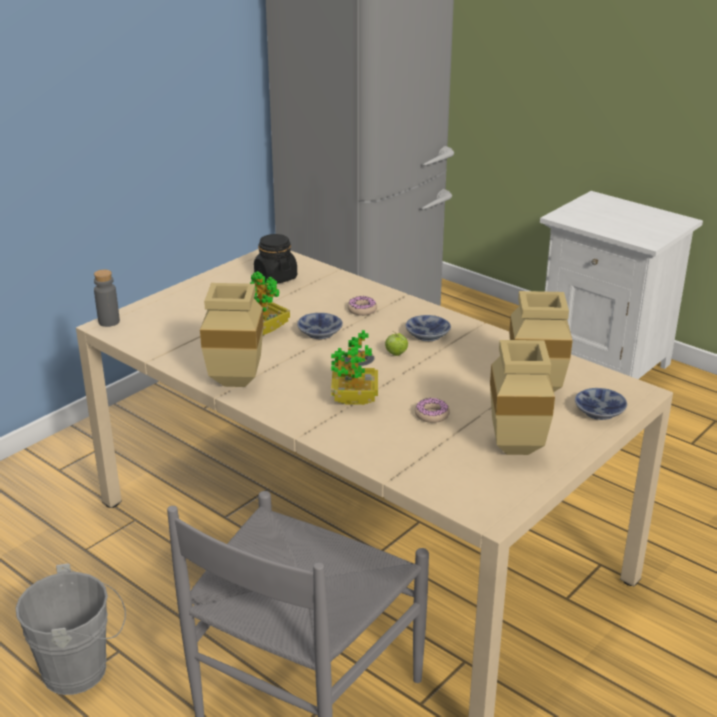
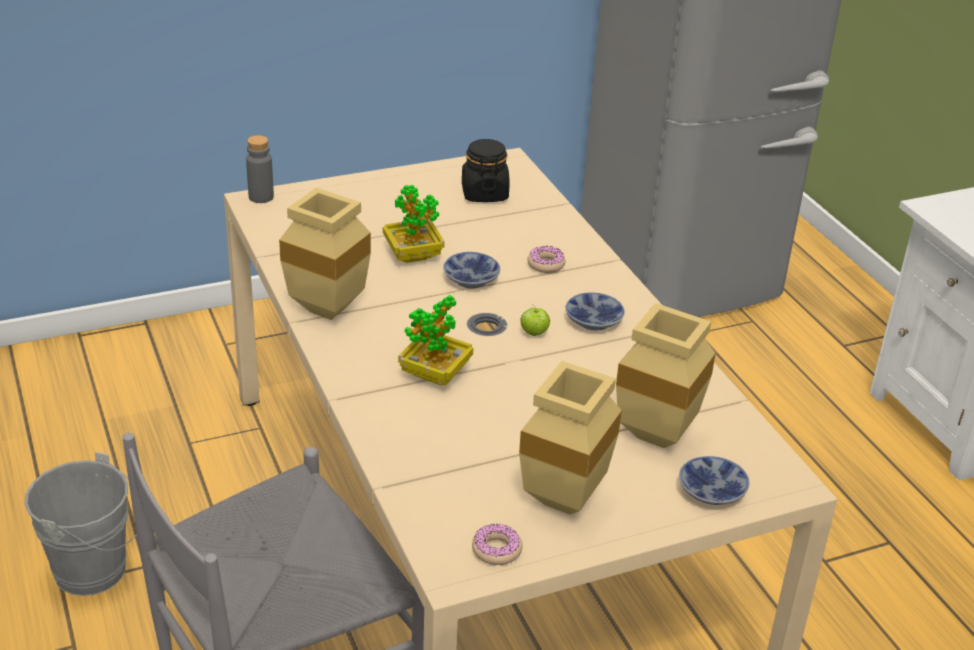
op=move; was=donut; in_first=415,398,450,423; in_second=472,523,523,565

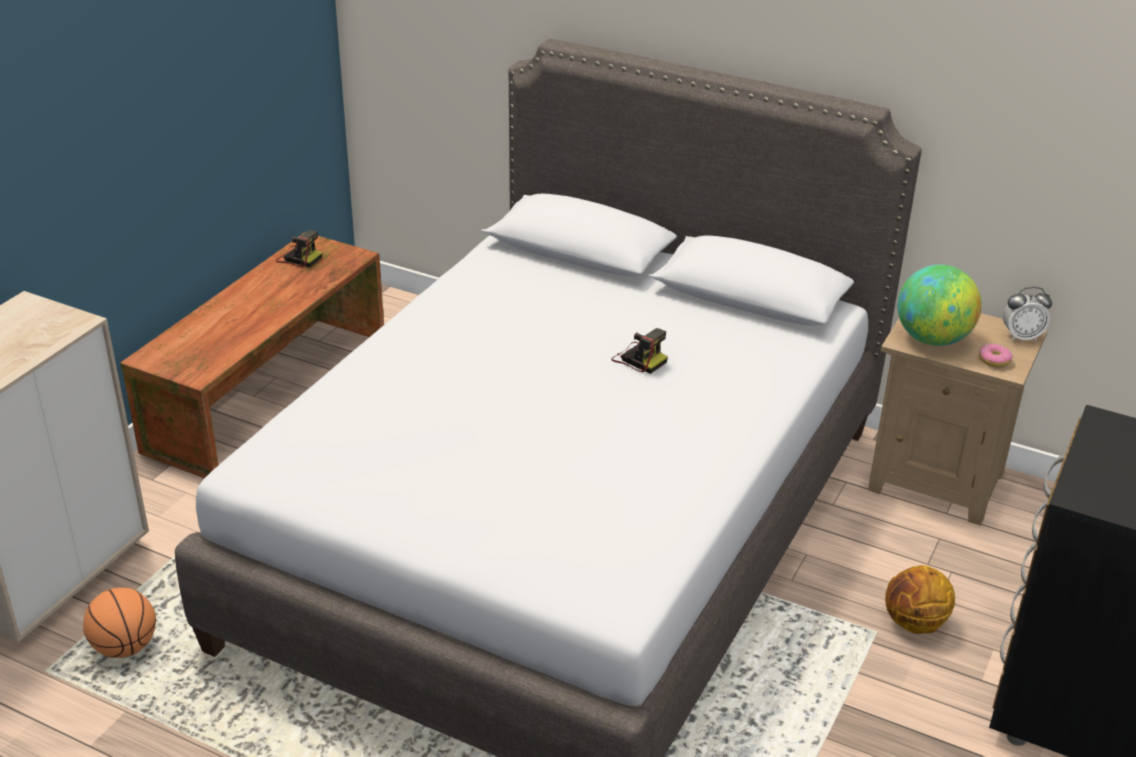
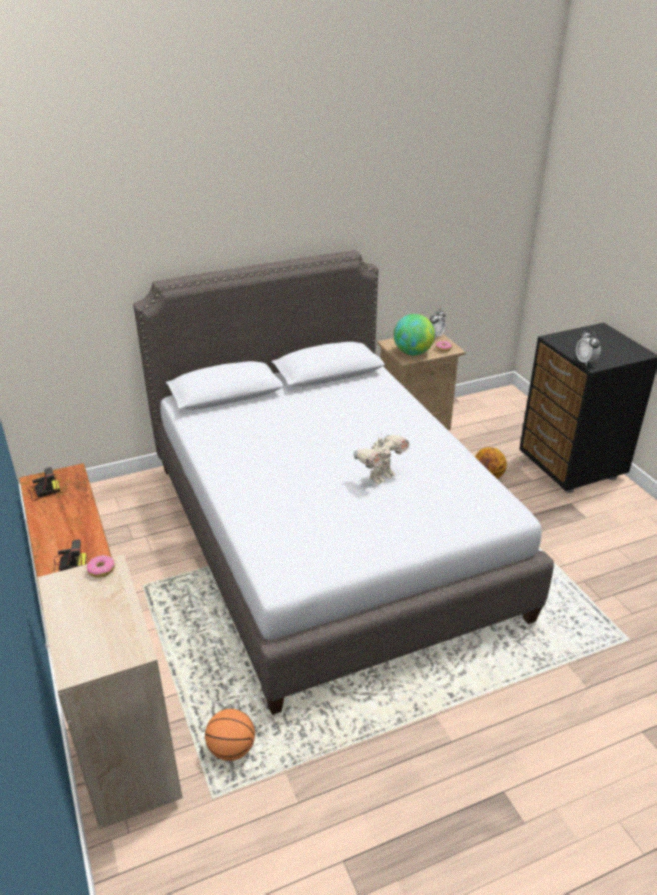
op=move; was=photo camera; in_first=611,328,668,374; in_second=54,539,87,571
op=insert; now=donut; in_second=87,555,115,578
op=insert; now=toy robot; in_second=354,433,409,484
op=insert; now=alarm clock; in_second=576,330,601,366

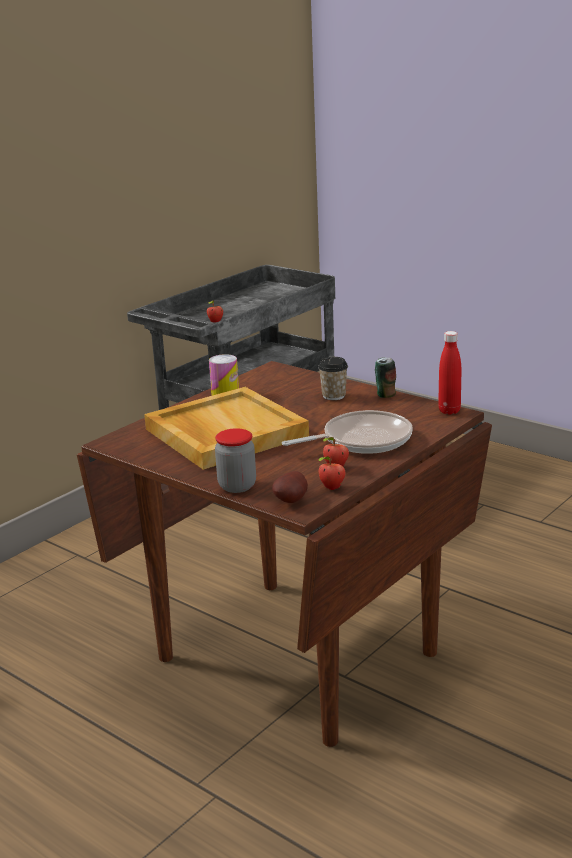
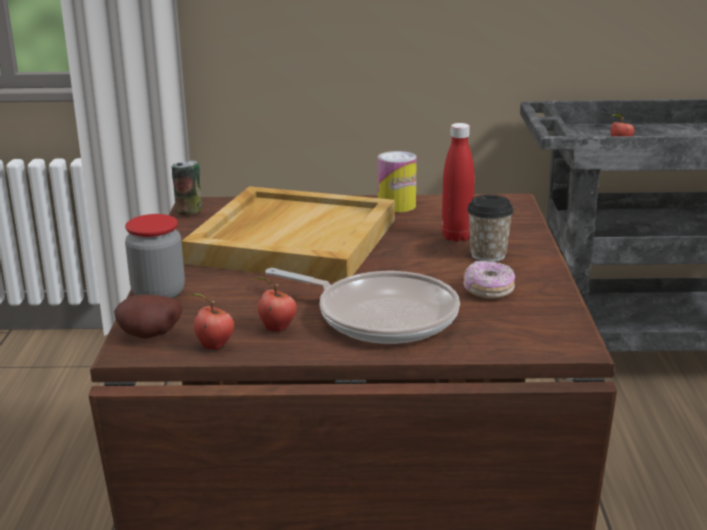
op=move; was=can; in_first=375,357,396,398; in_second=172,161,202,215
op=move; was=red bottle; in_first=438,331,461,415; in_second=442,123,474,242
op=insert; now=donut; in_second=464,260,515,299

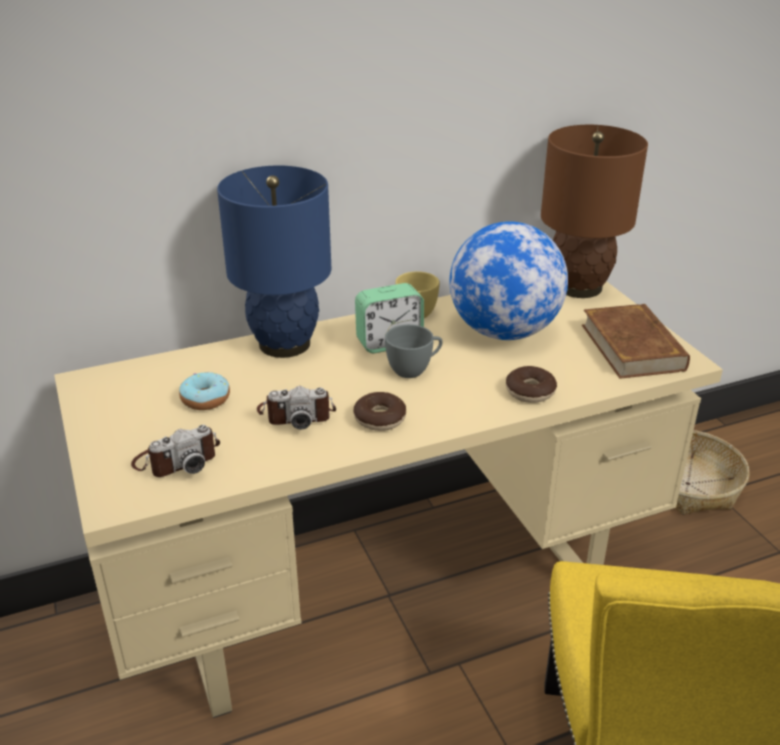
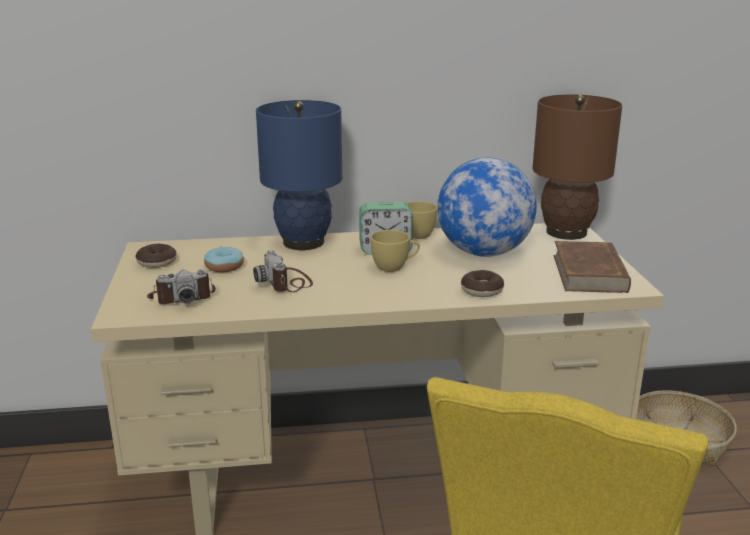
op=rotate; was=photo camera; in_first=257,386,336,430; in_second=253,250,313,292; clockwise=60
op=move; was=donut; in_first=354,392,406,431; in_second=135,244,177,268
op=recolor; was=grey cup; now=yellow cup; in_first=385,324,442,378; in_second=370,230,420,272

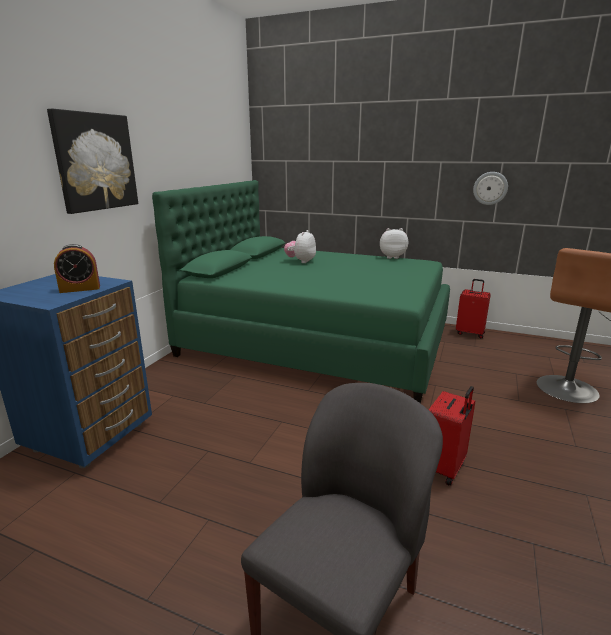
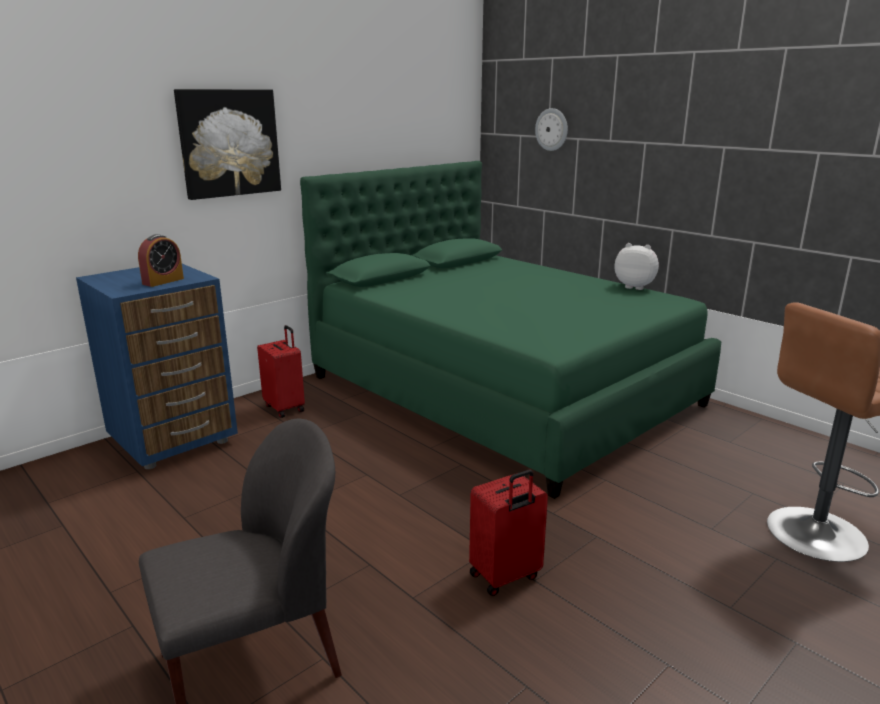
op=rotate; was=alarm clock; in_first=54,244,100,293; in_second=138,234,184,287; clockwise=-60
op=delete; was=plush toy; in_first=284,230,316,263
op=move; was=red suitcase; in_first=456,279,491,338; in_second=257,325,305,418
op=move; was=wall clock; in_first=473,172,508,205; in_second=535,108,568,151

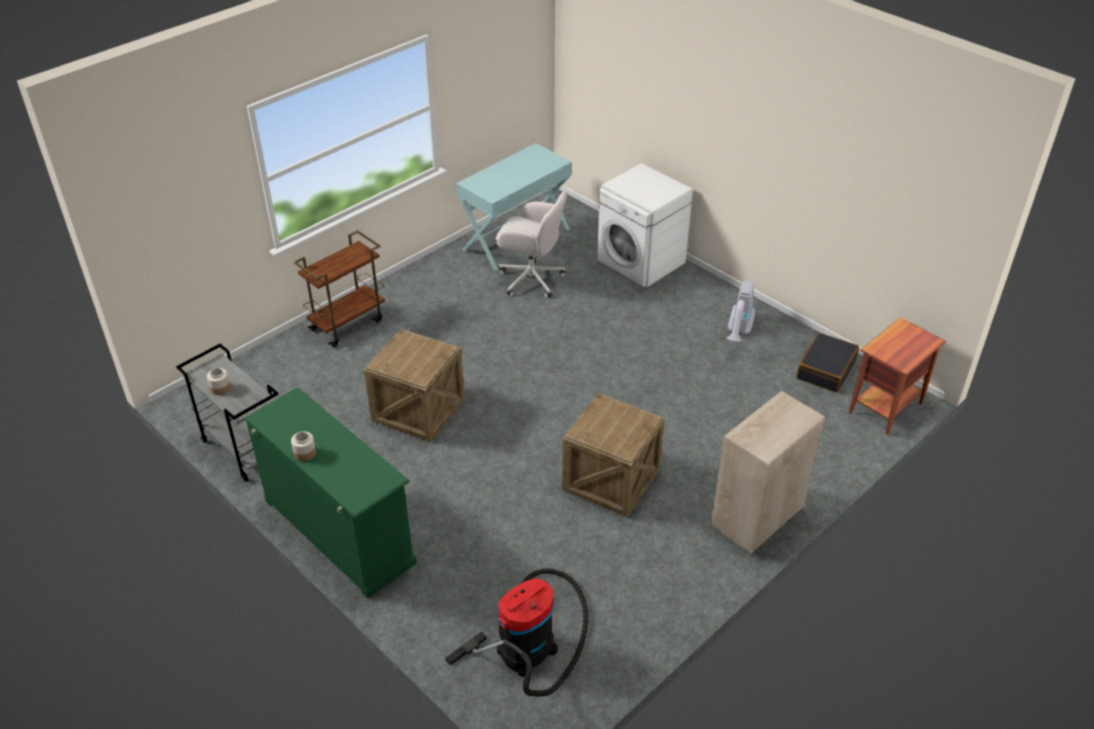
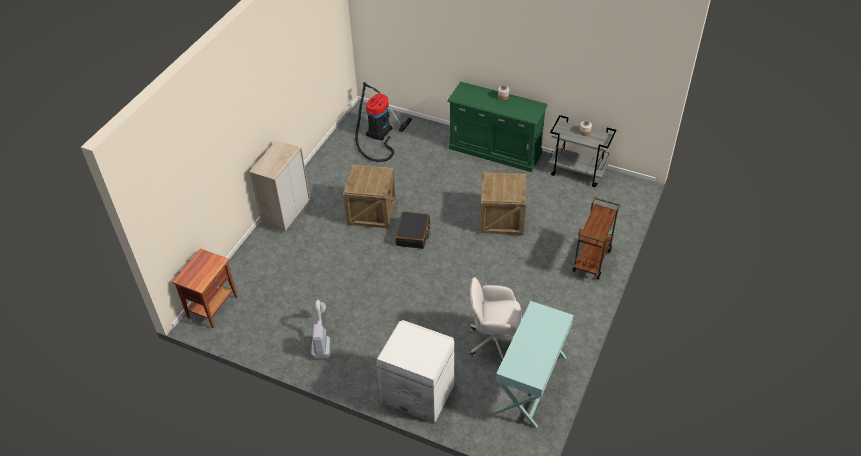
op=move; was=black suitcase; in_first=796,333,859,393; in_second=395,211,430,249

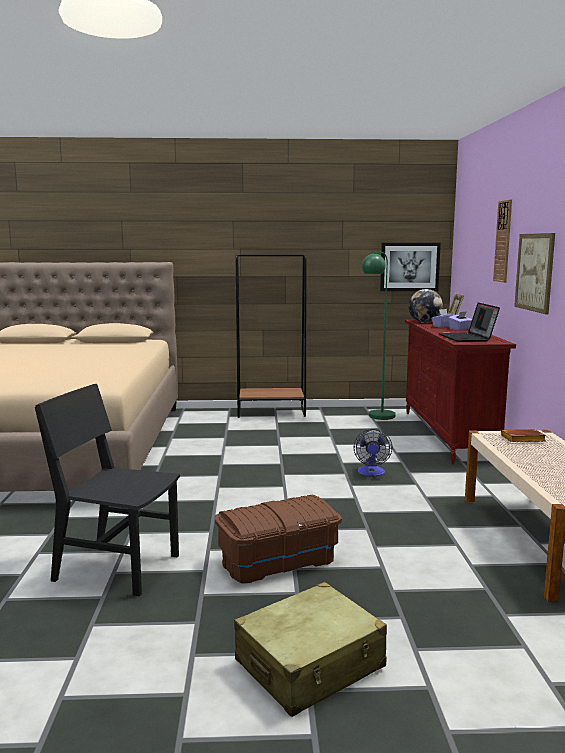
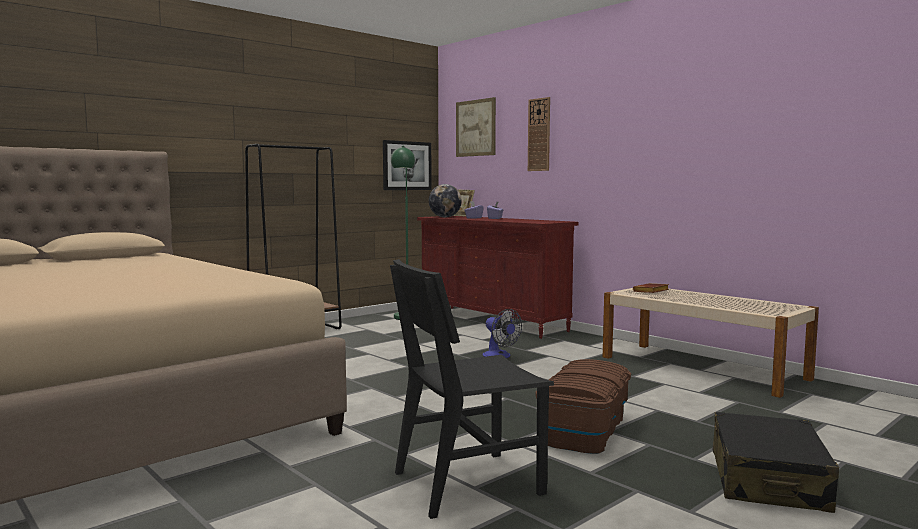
op=recolor; was=beige suitcase; now=black suitcase; in_first=234,582,387,717; in_second=713,412,839,513
op=delete; was=laptop; in_first=439,303,500,342
op=move; was=picture; in_first=514,233,555,314; in_second=456,97,496,157

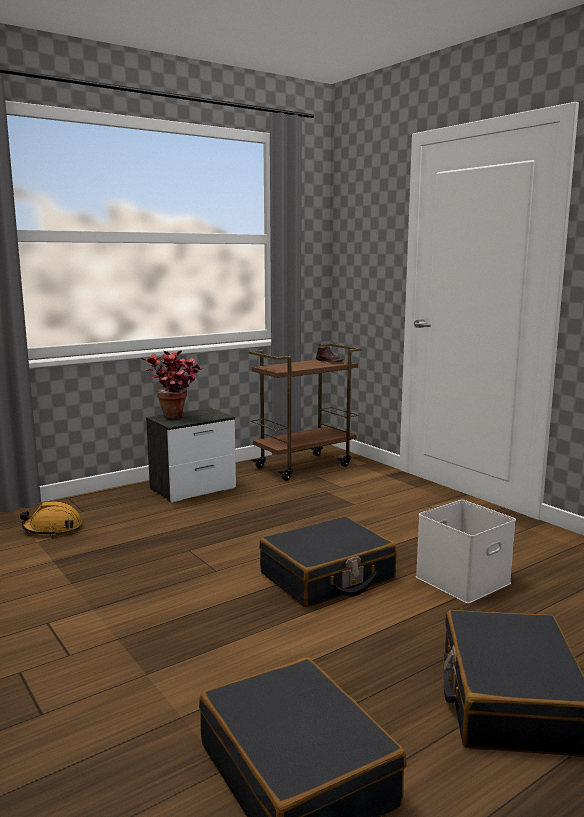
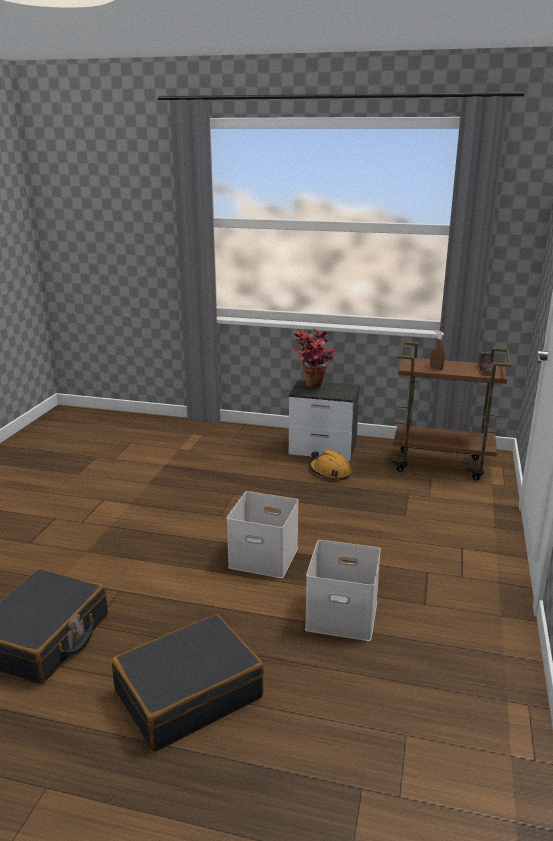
op=move; was=orange hard hat; in_first=20,501,82,536; in_second=310,450,352,480
op=replace; was=black suitcase; now=white storage box; in_first=259,517,397,607; in_second=227,491,299,578
op=insert; now=brown spray bottle; in_second=430,330,445,370

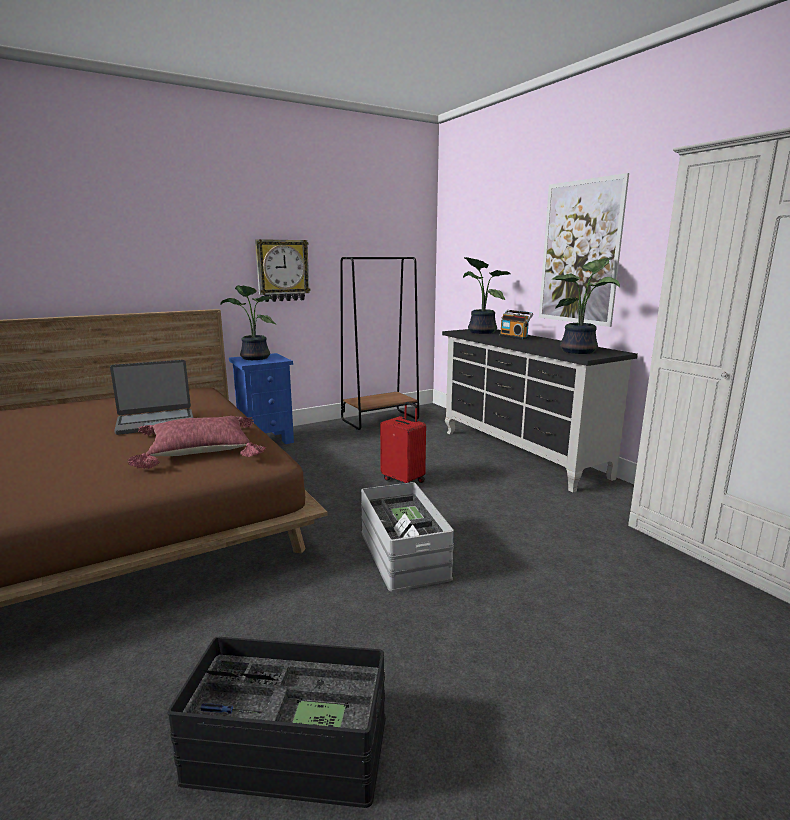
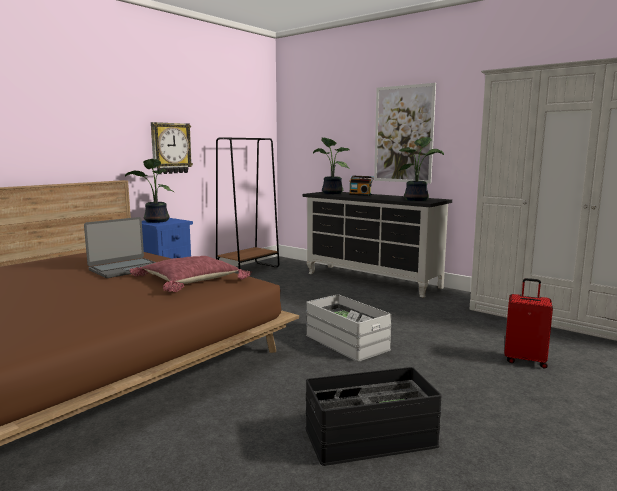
op=move; was=red suitcase; in_first=380,402,426,483; in_second=504,278,553,369

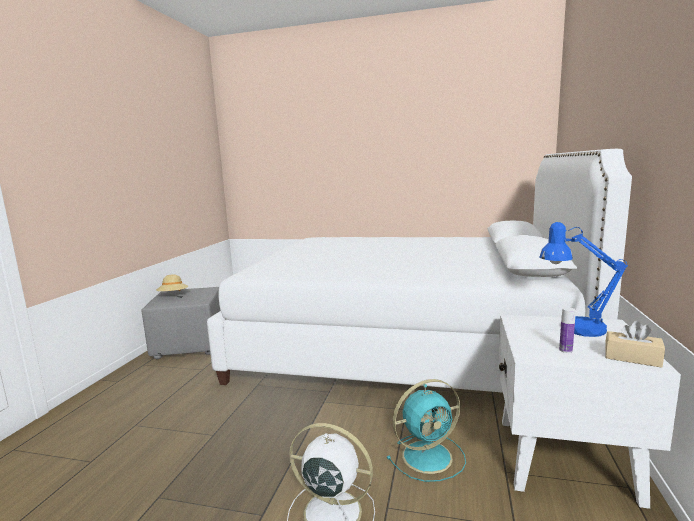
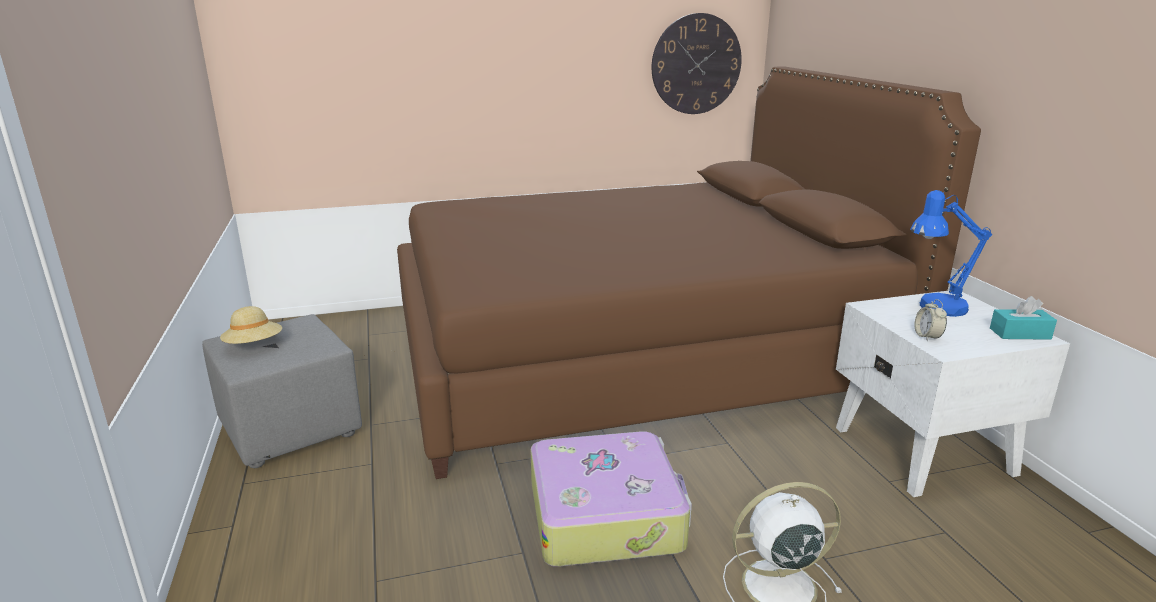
op=recolor; was=white bed; now=brown bed; in_first=207,149,632,393; in_second=397,66,981,479
op=delete; was=turquoise fan; in_first=387,379,466,482
op=delete; was=bottle; in_first=559,307,576,353
op=recolor; was=beige tissue box; now=turquoise tissue box; in_first=605,321,665,368; in_second=990,296,1057,340
op=insert; now=suitcase; in_second=531,431,692,567
op=insert; now=wall clock; in_second=652,13,742,114
op=insert; now=alarm clock; in_second=914,299,947,342

